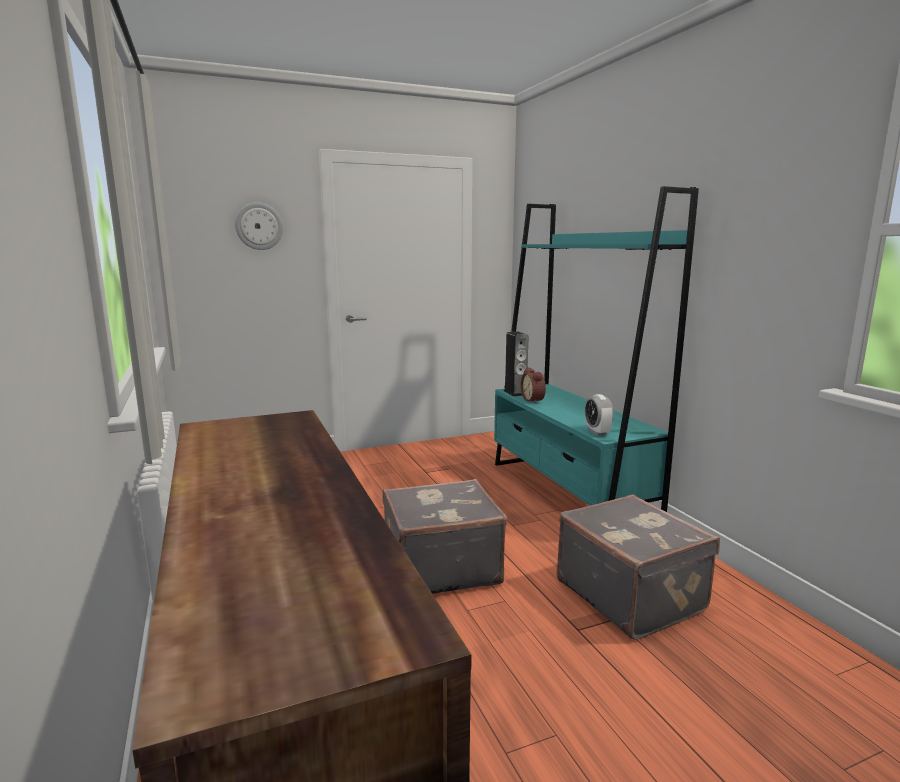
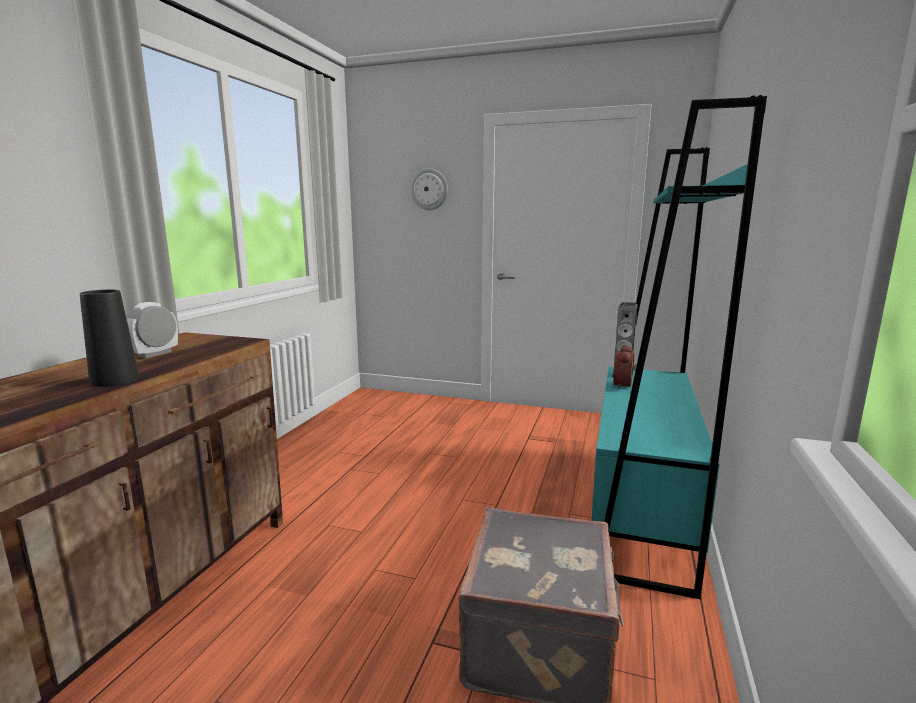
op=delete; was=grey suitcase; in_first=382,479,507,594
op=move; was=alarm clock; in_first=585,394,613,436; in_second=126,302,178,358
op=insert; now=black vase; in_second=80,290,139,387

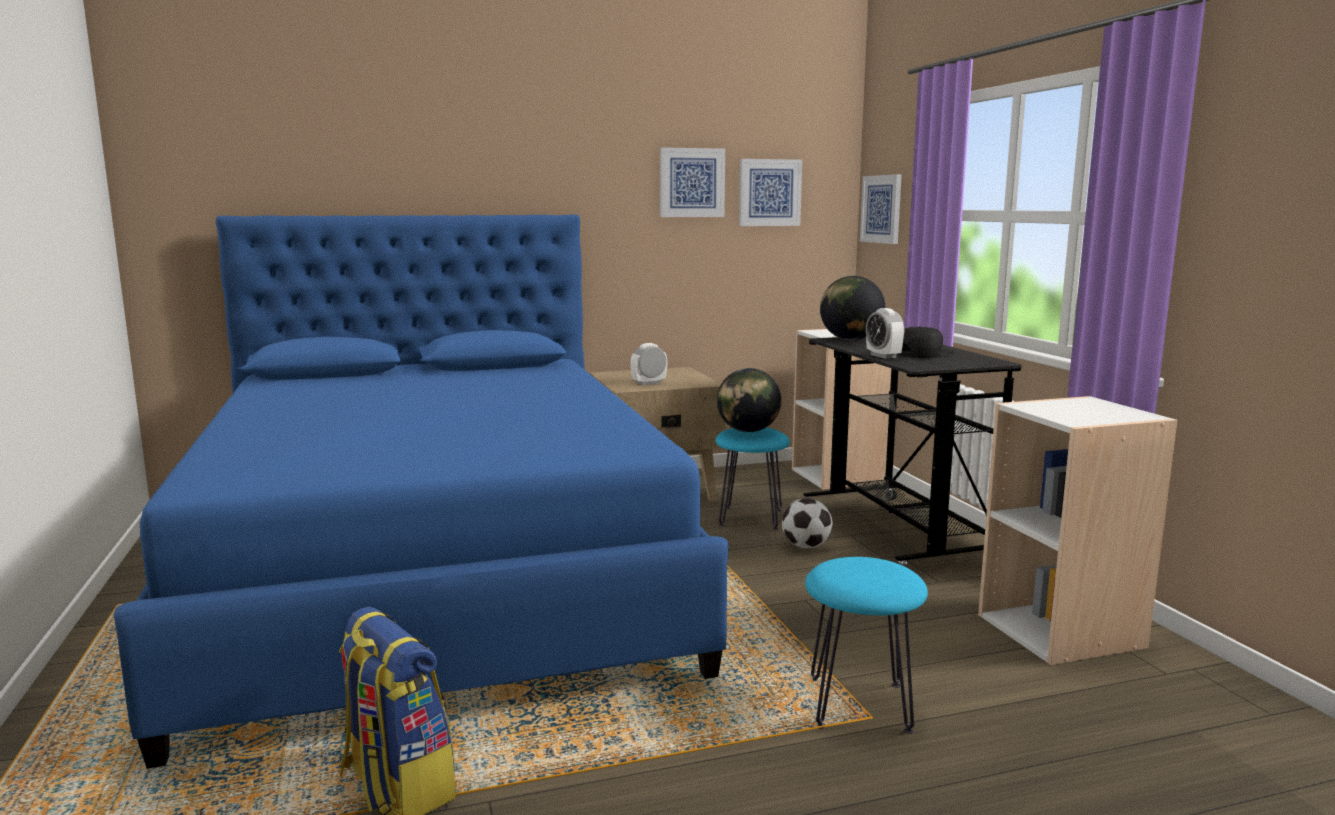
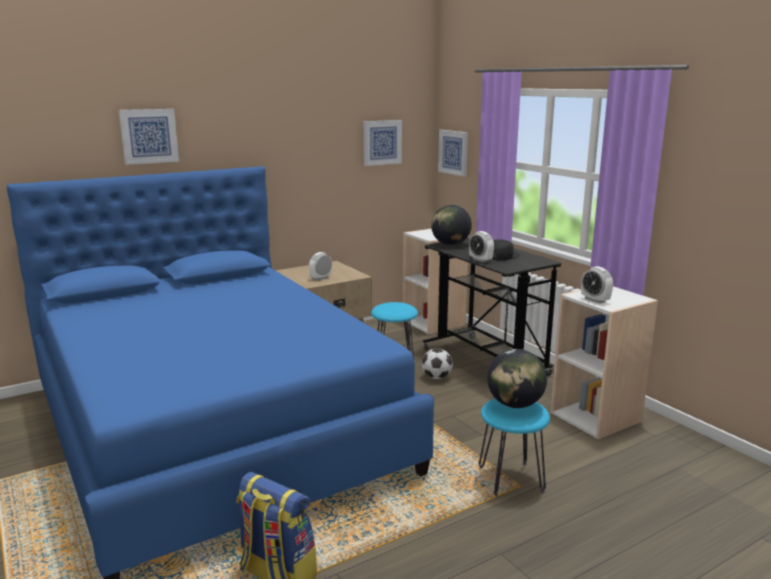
op=move; was=picture; in_first=660,147,725,217; in_second=119,109,179,165
op=move; was=globe; in_first=717,368,781,432; in_second=487,349,547,408
op=insert; now=alarm clock; in_second=581,266,613,304

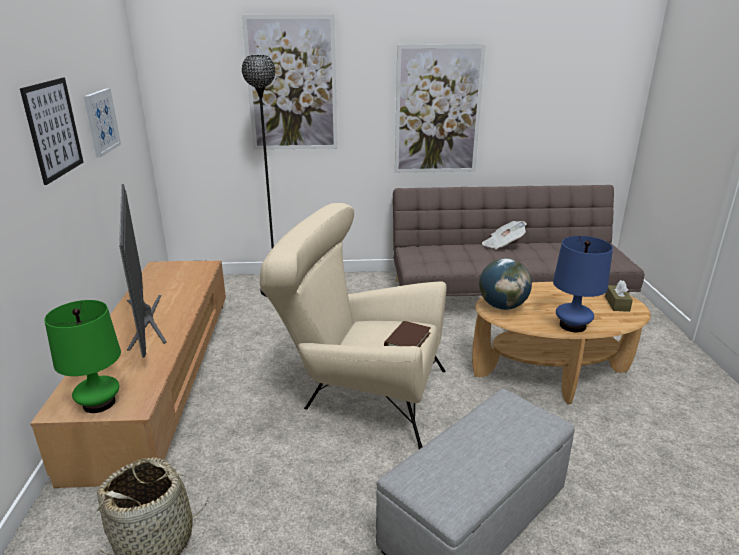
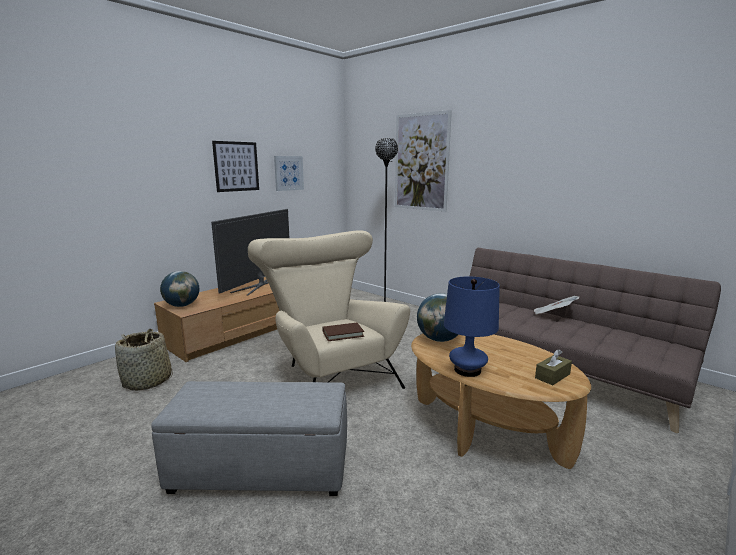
op=replace; was=green table lamp; now=globe; in_first=44,300,121,413; in_second=160,271,199,307
op=delete; was=picture; in_first=395,44,486,173

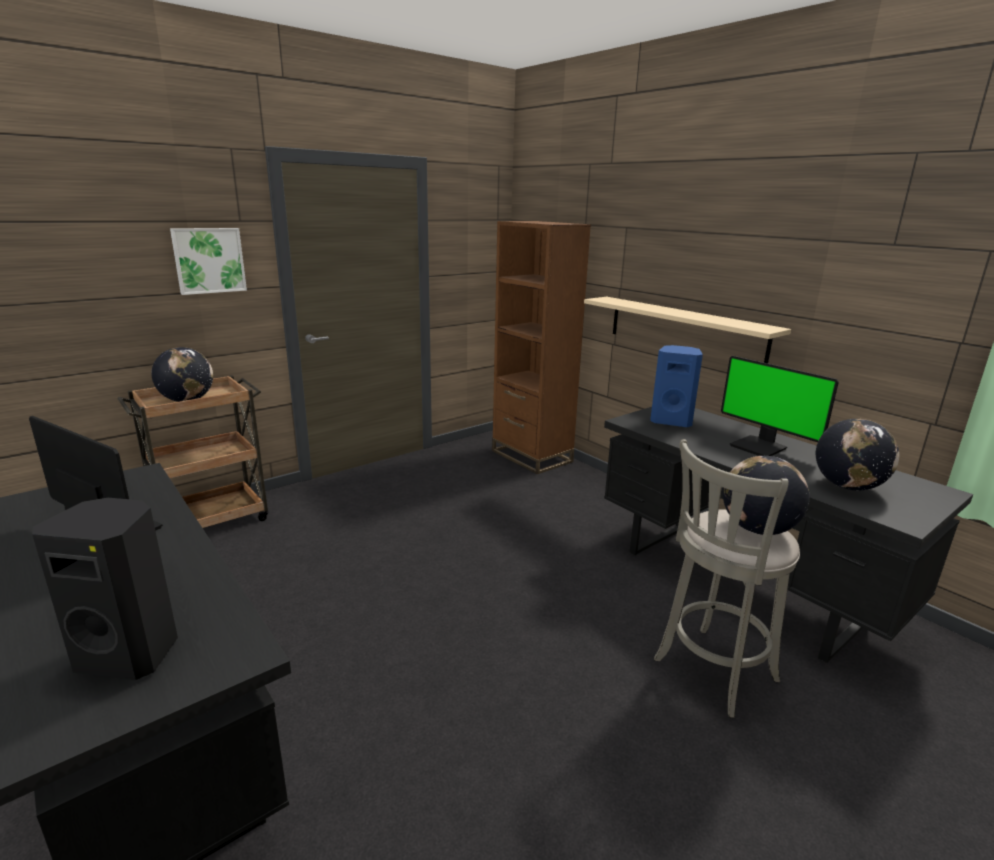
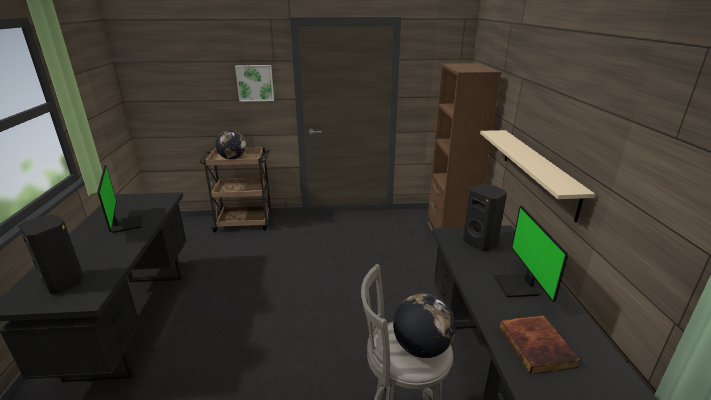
op=recolor; was=blue speaker; now=black speaker; in_first=650,345,703,427; in_second=463,184,507,252
op=replace; was=globe; now=book; in_first=816,419,899,490; in_second=499,315,580,375

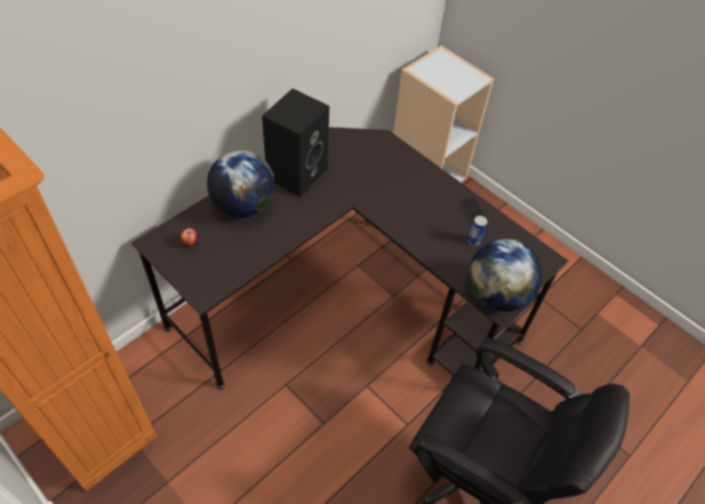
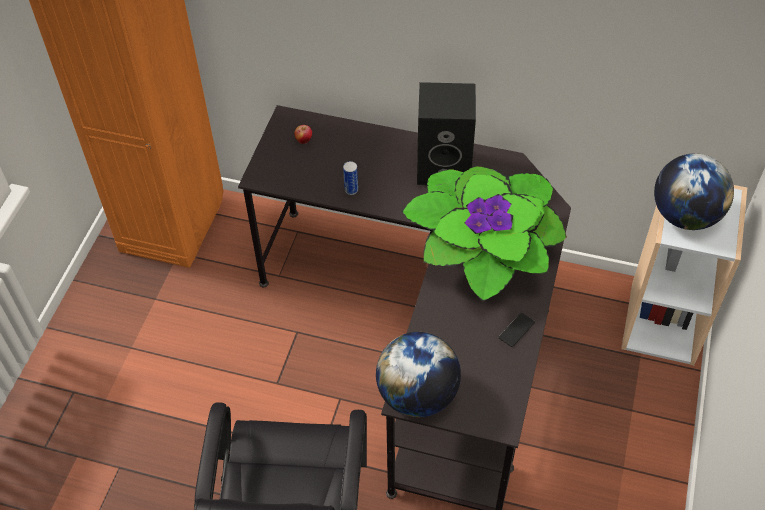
op=move; was=globe; in_first=207,150,275,218; in_second=654,154,734,230
op=move; was=can; in_first=468,216,487,246; in_second=343,161,358,195
op=insert; now=potted plant; in_second=401,166,567,302

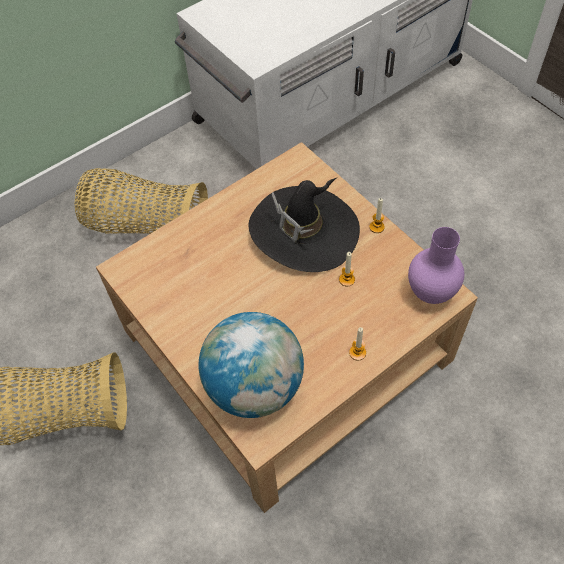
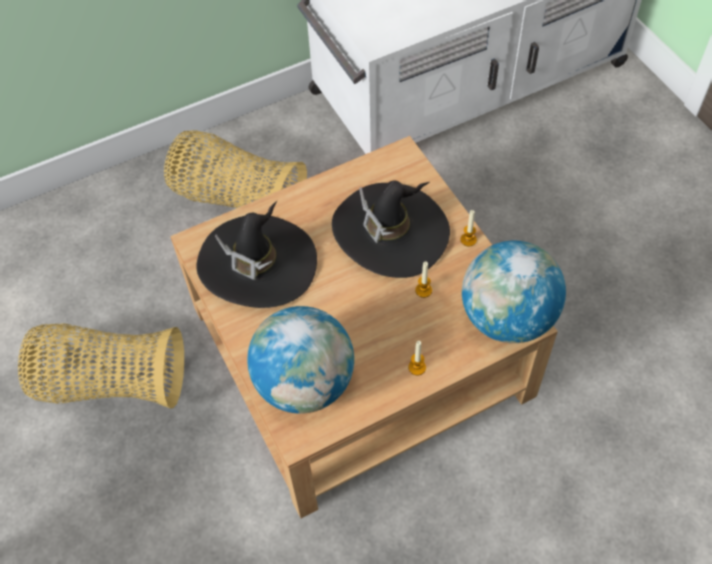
op=replace; was=purple vase; now=globe; in_first=408,227,464,304; in_second=462,241,566,343
op=insert; now=black hat; in_second=196,200,317,308

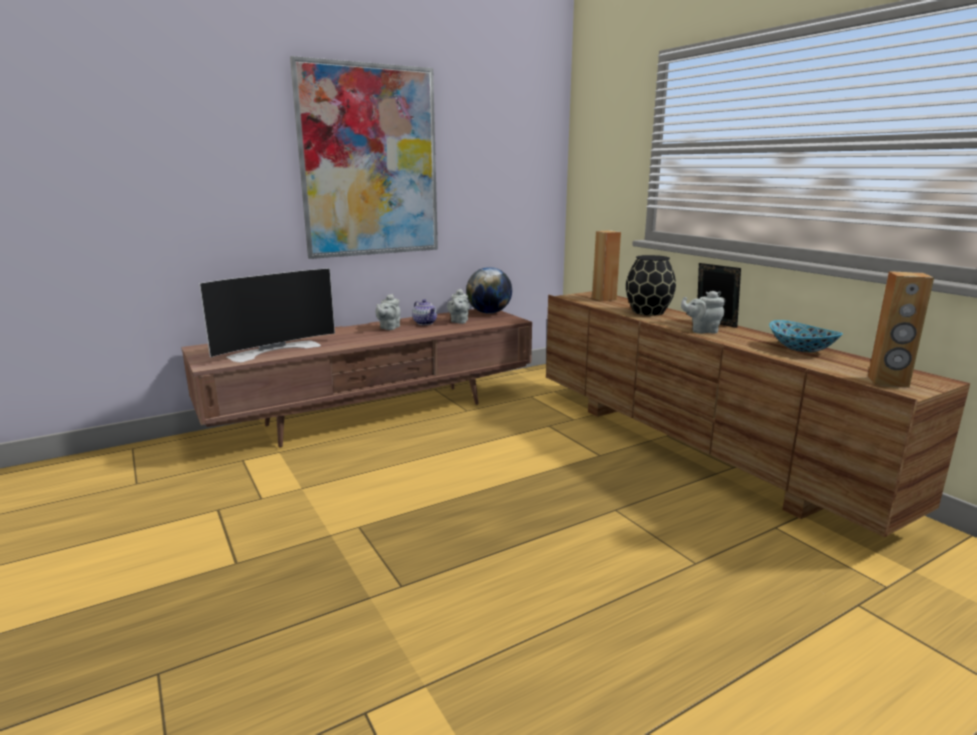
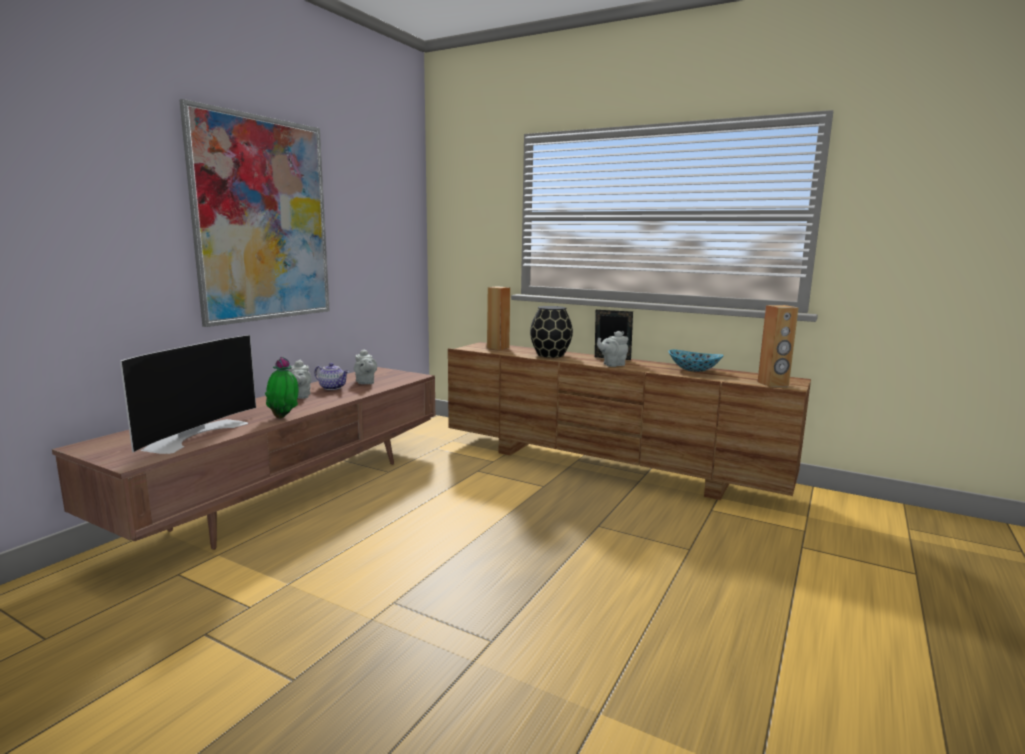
op=delete; was=globe; in_first=466,267,512,314
op=insert; now=potted plant; in_second=265,357,299,418

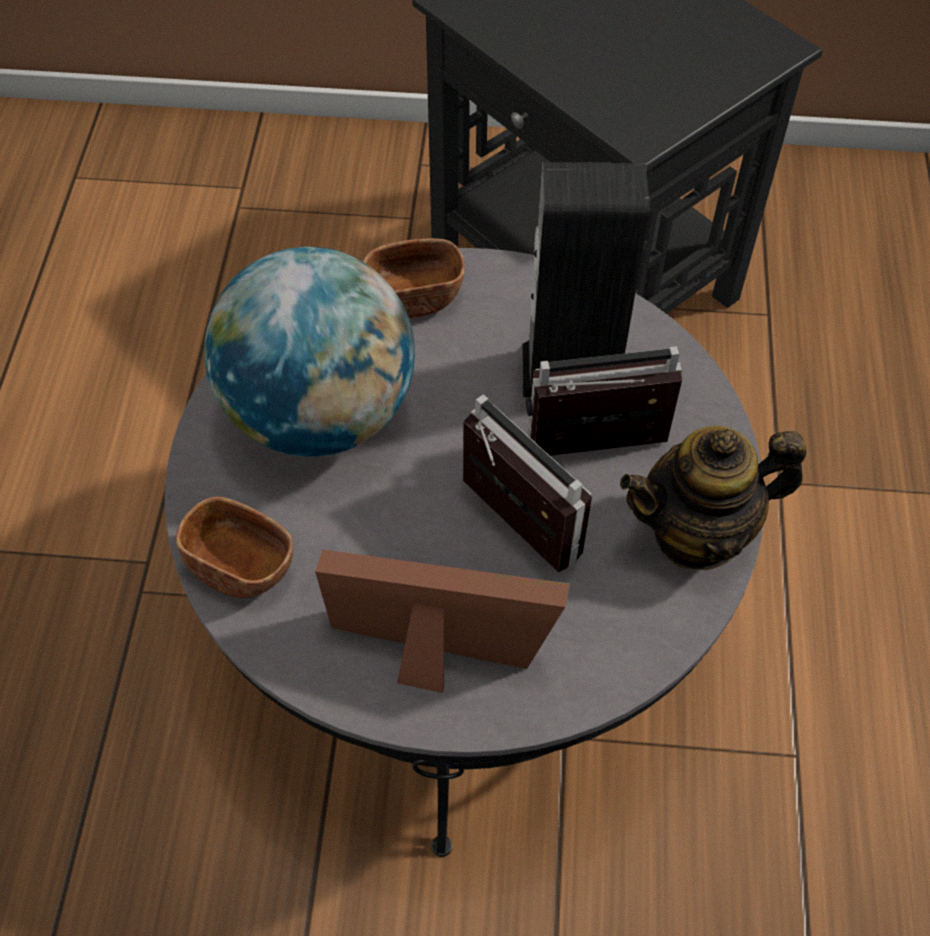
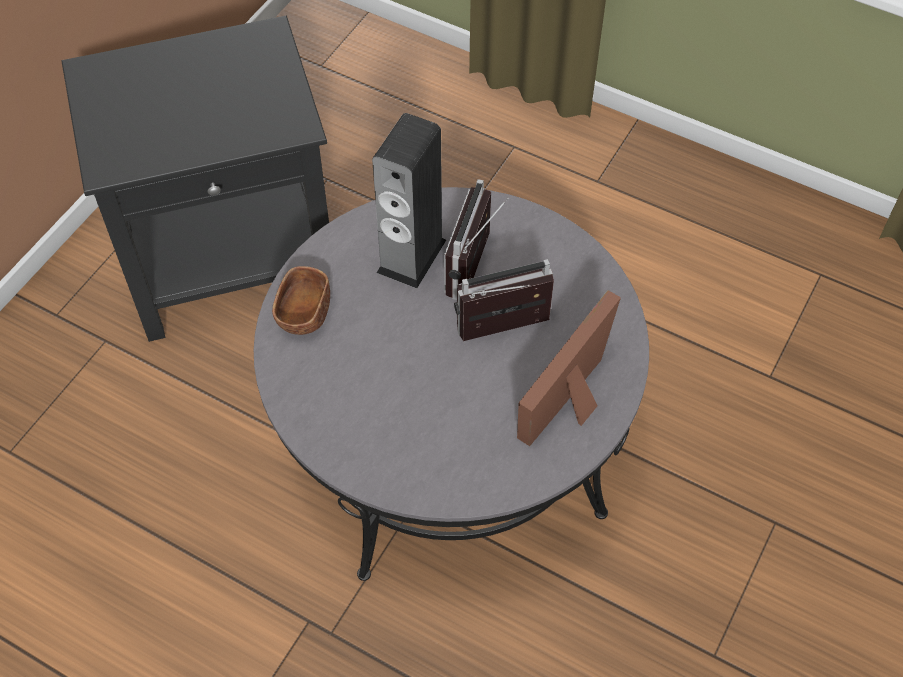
op=delete; was=brown bowl; in_first=176,497,294,598
op=delete; was=globe; in_first=204,247,415,457
op=delete; was=teapot; in_first=620,425,806,571

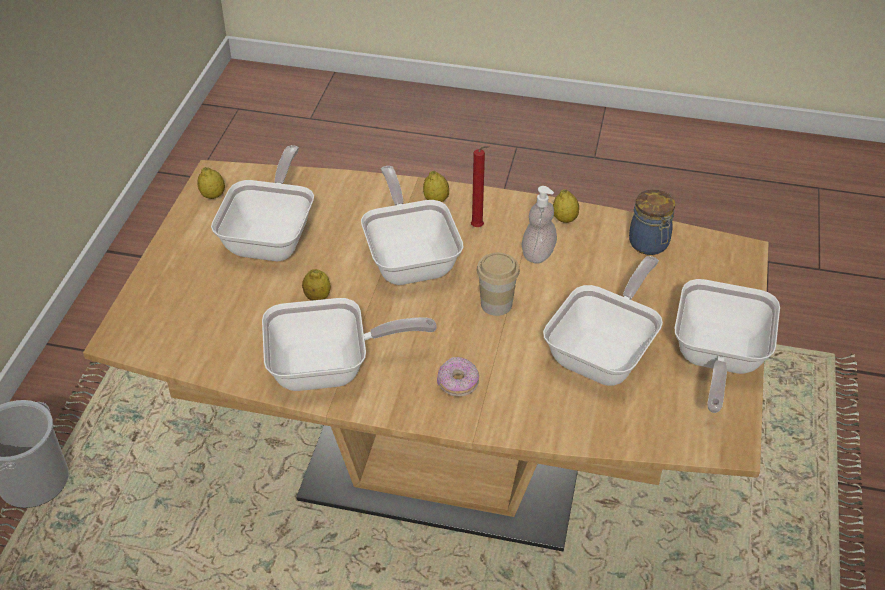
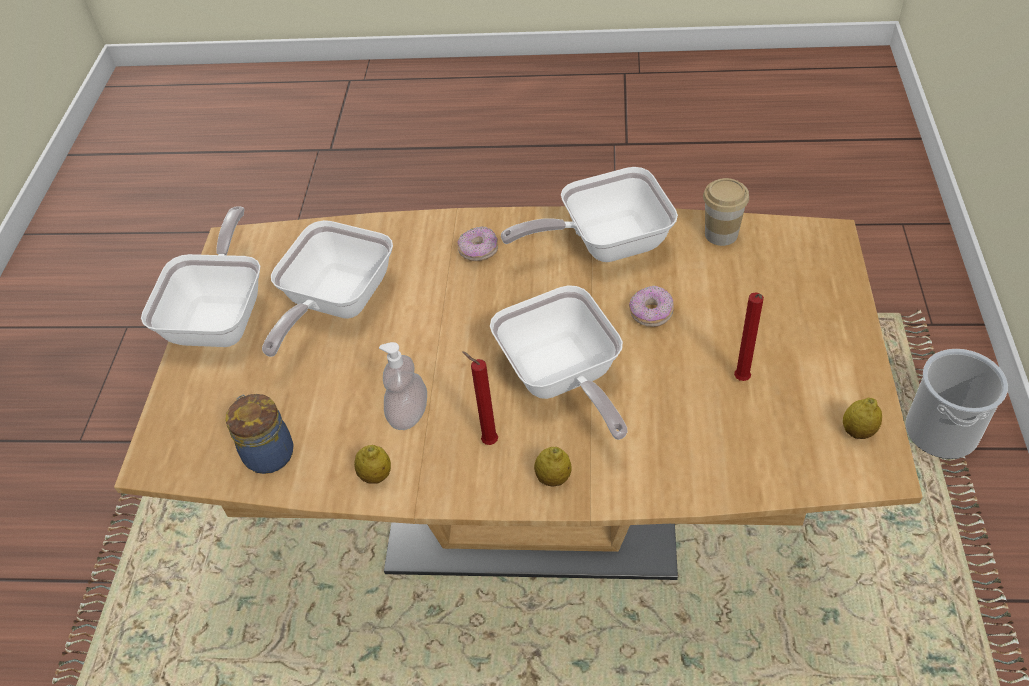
op=replace; was=frying pan; now=red candle; in_first=211,145,314,261; in_second=734,293,764,381
op=replace; was=lemon; now=donut; in_first=302,269,331,301; in_second=629,286,674,327
op=move; was=cup; in_first=477,252,520,316; in_second=703,178,749,246

